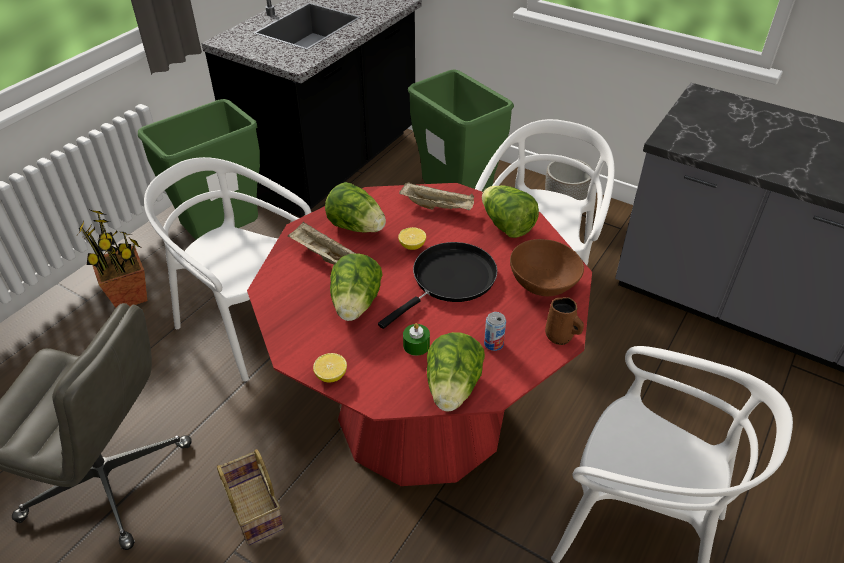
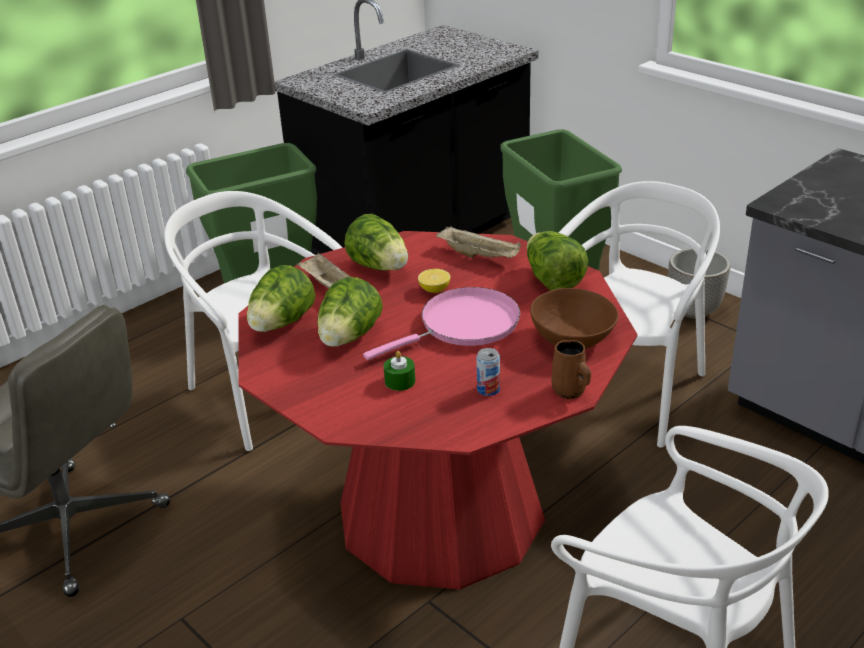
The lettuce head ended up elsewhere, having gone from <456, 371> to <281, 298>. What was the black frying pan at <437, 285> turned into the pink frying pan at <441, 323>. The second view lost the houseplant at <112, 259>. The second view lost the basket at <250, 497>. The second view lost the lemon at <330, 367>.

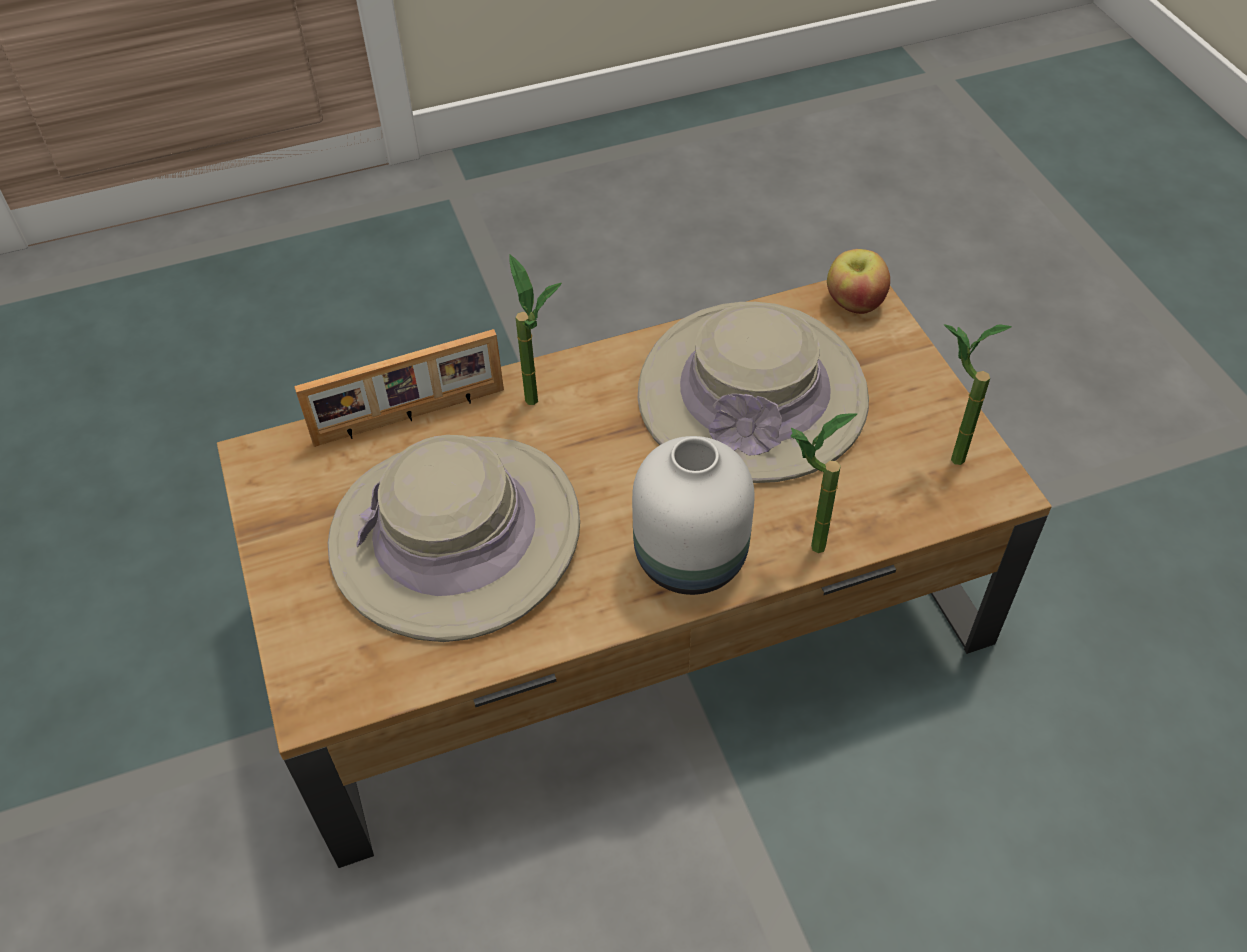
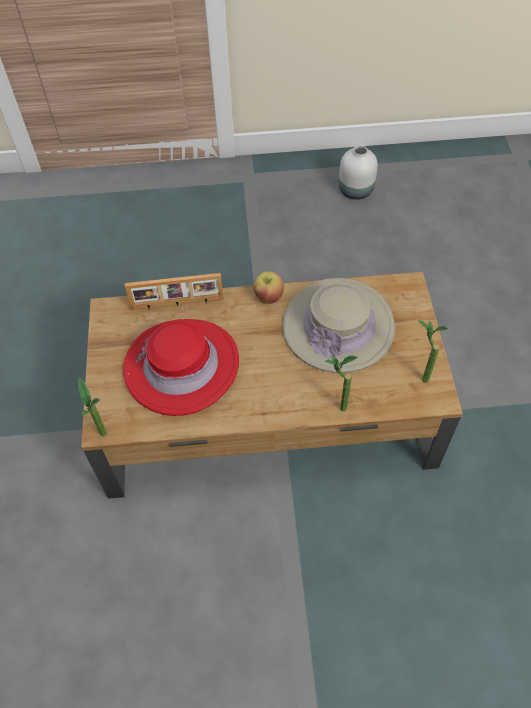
The houseplant ended up elsewhere, having gone from <535, 329> to <92, 407>. What was the beige-coloured clothing hat at <454, 538> turned into the red clothing hat at <181, 367>. The apple fruit ended up elsewhere, having gone from <858, 281> to <268, 287>. The white-coloured flower vase ended up elsewhere, having gone from <693, 515> to <358, 173>.

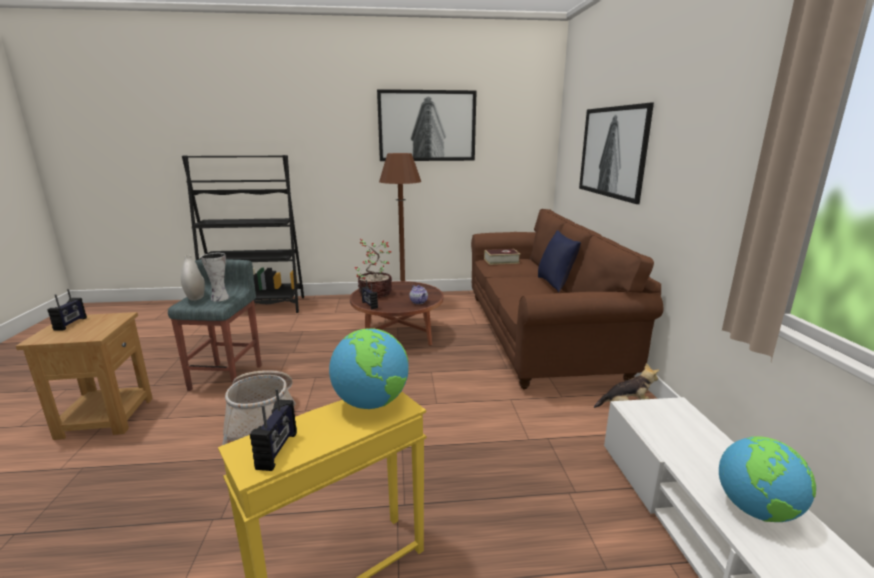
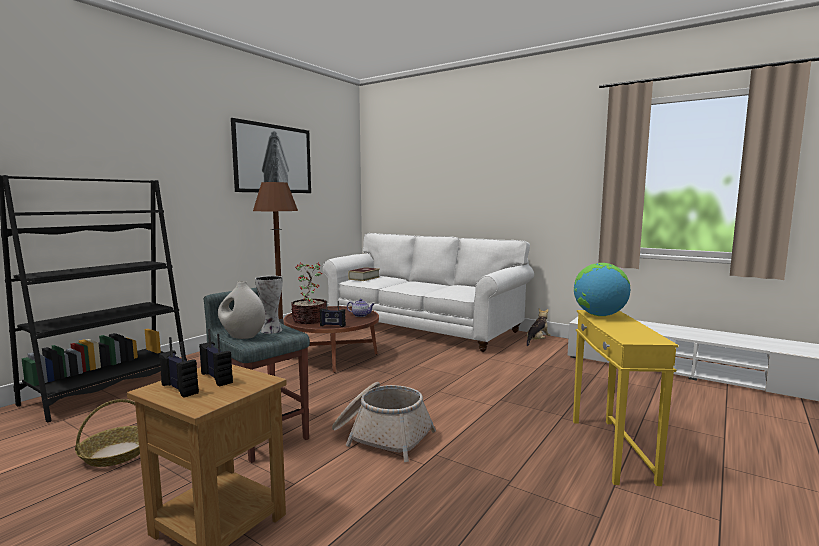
The second view gained the basket at <107, 433>. The radio receiver ended up elsewhere, having gone from <273, 430> to <216, 357>. What was the brown sofa at <567, 299> turned into the white-coloured sofa at <428, 292>. The second view lost the bluish pillow at <559, 261>. The second view lost the wall art at <616, 153>. The second view lost the world globe at <767, 479>.

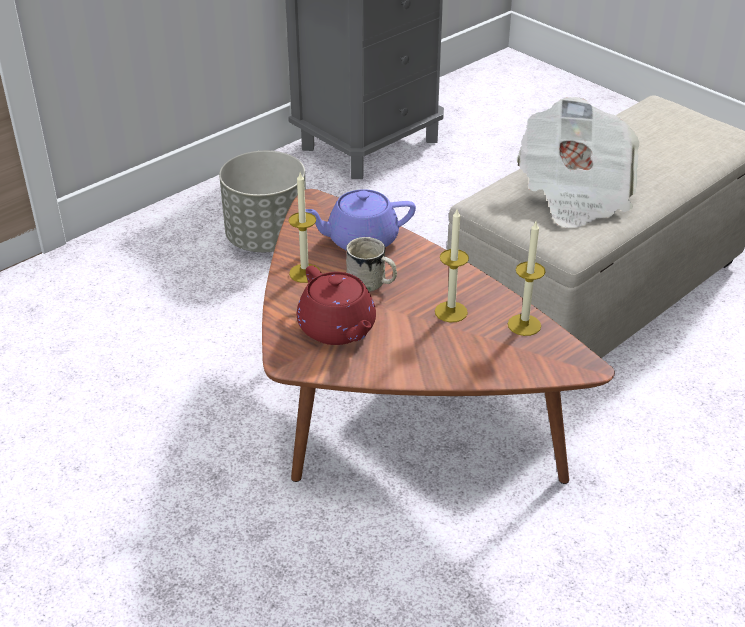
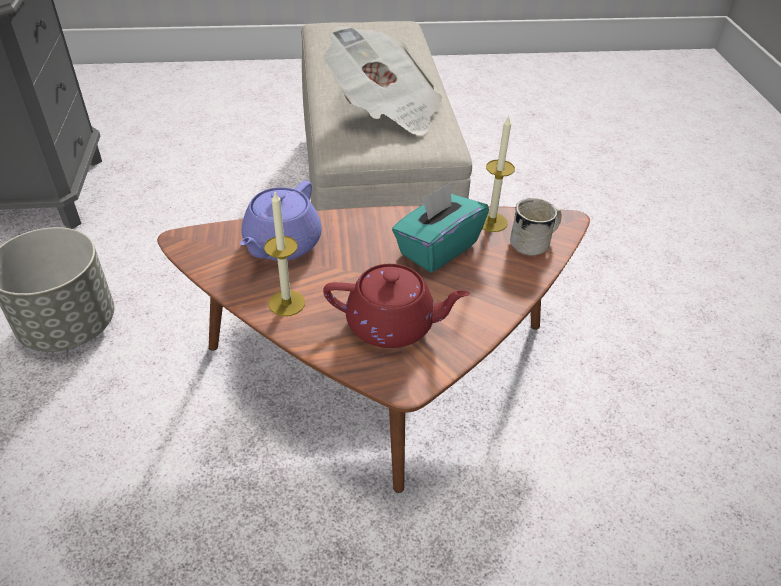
Where the wax candle stood at <452, 265>, the blue-green tissue box came to stand at <440, 228>. The white-coloured tea mug ended up elsewhere, having gone from <371, 264> to <536, 227>.

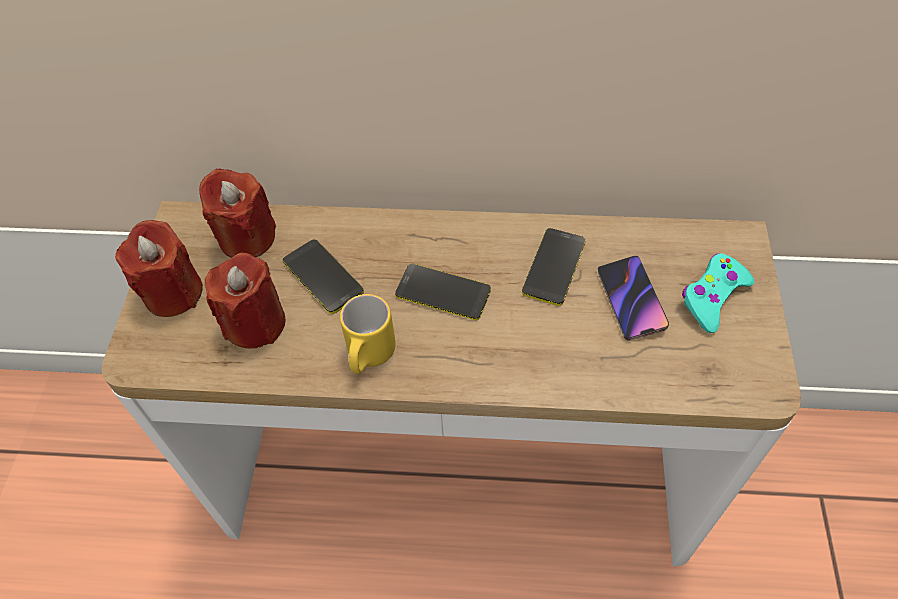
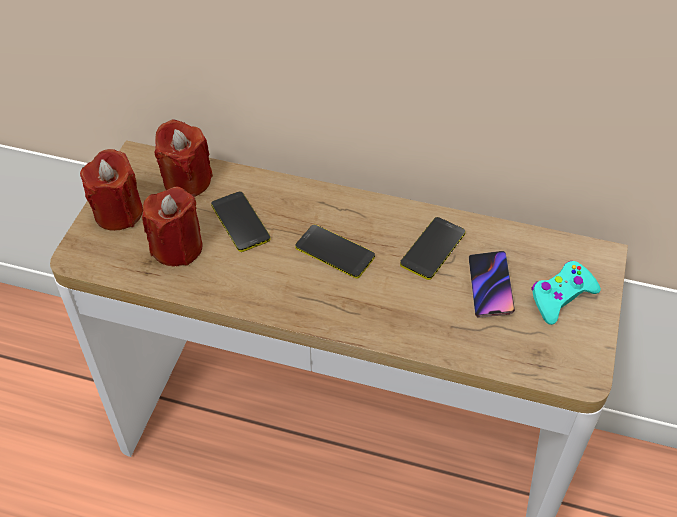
The second view lost the yellow tea mug at <368, 334>.

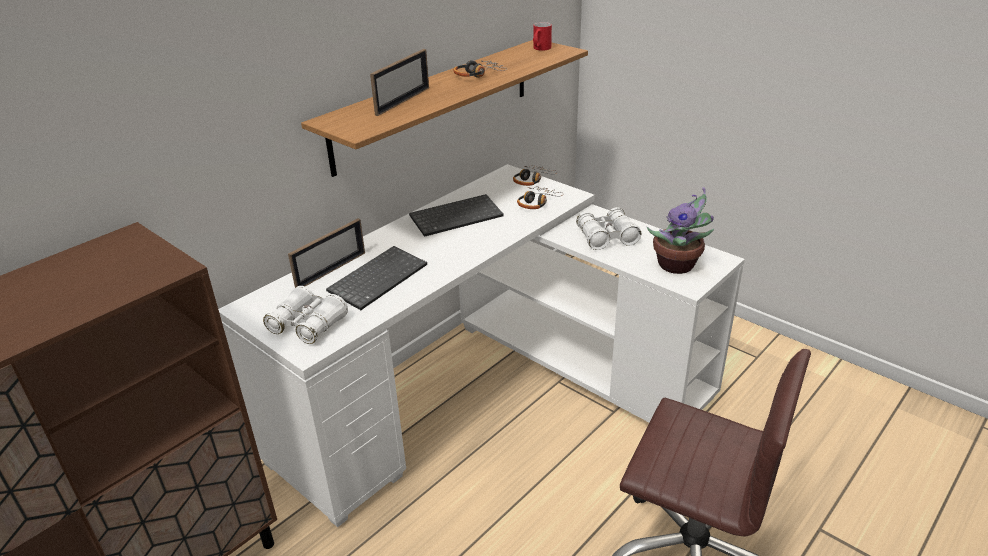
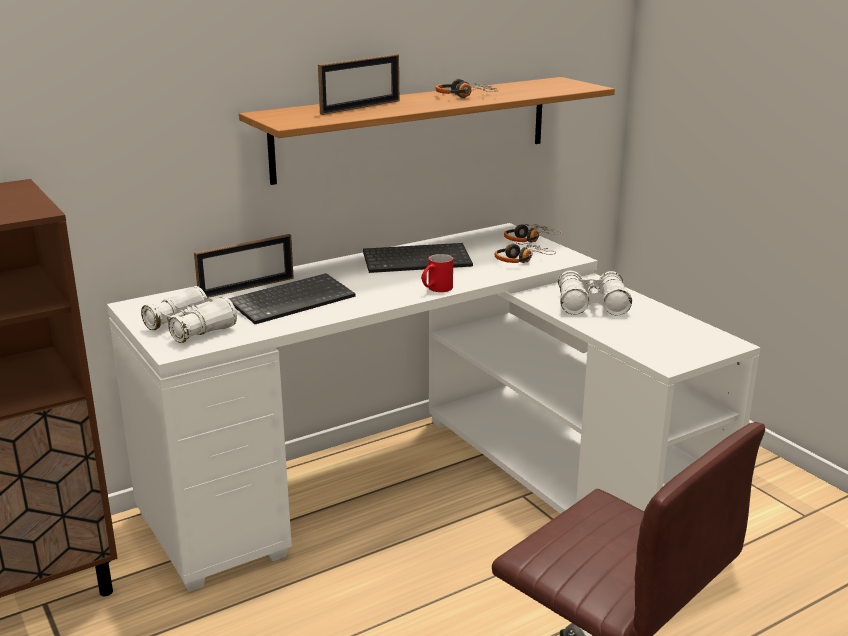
The red tea mug ended up elsewhere, having gone from <542, 36> to <437, 273>. The second view lost the houseplant at <680, 230>.

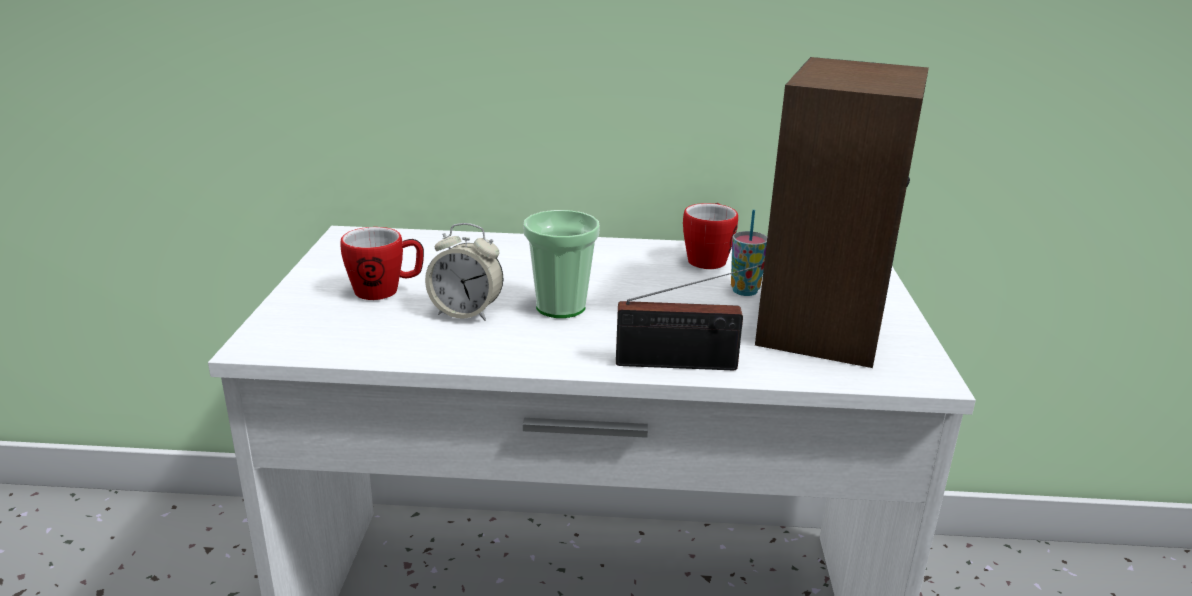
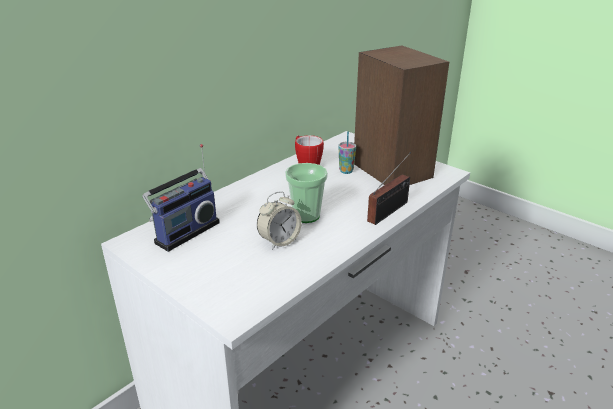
The second view gained the radio receiver at <181, 198>. The second view lost the tea mug at <382, 263>.

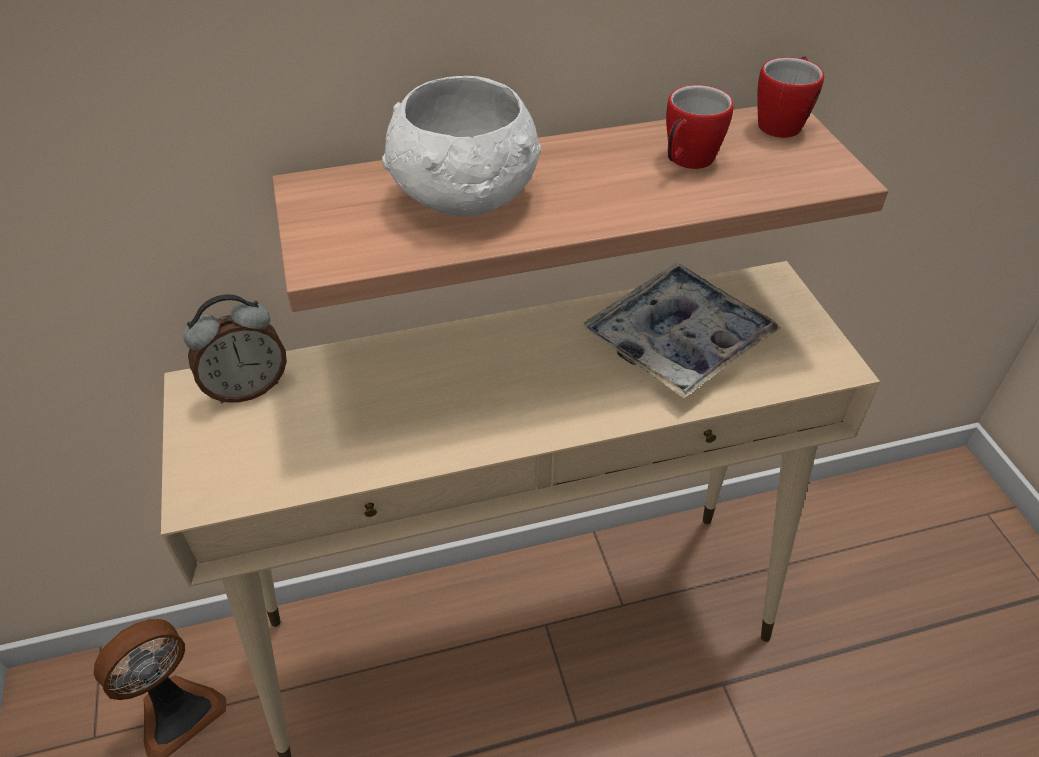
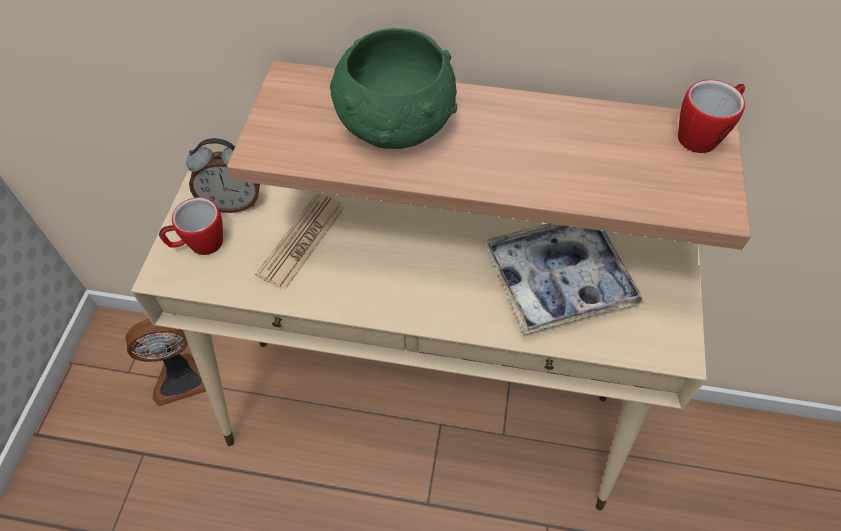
The tea mug ended up elsewhere, having gone from <700, 127> to <191, 226>. The second view gained the printed paper at <299, 241>. What was the white-coloured bowl at <461, 146> turned into the green-coloured bowl at <393, 88>.

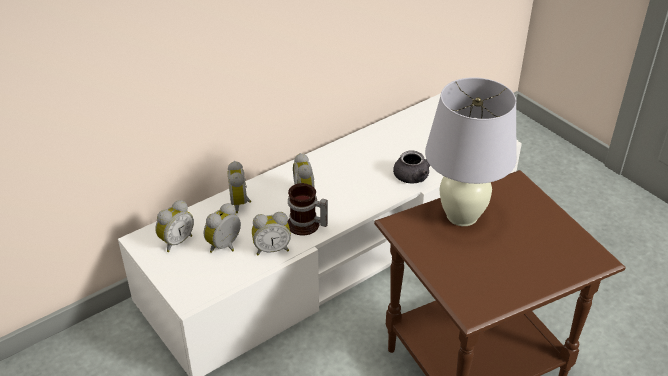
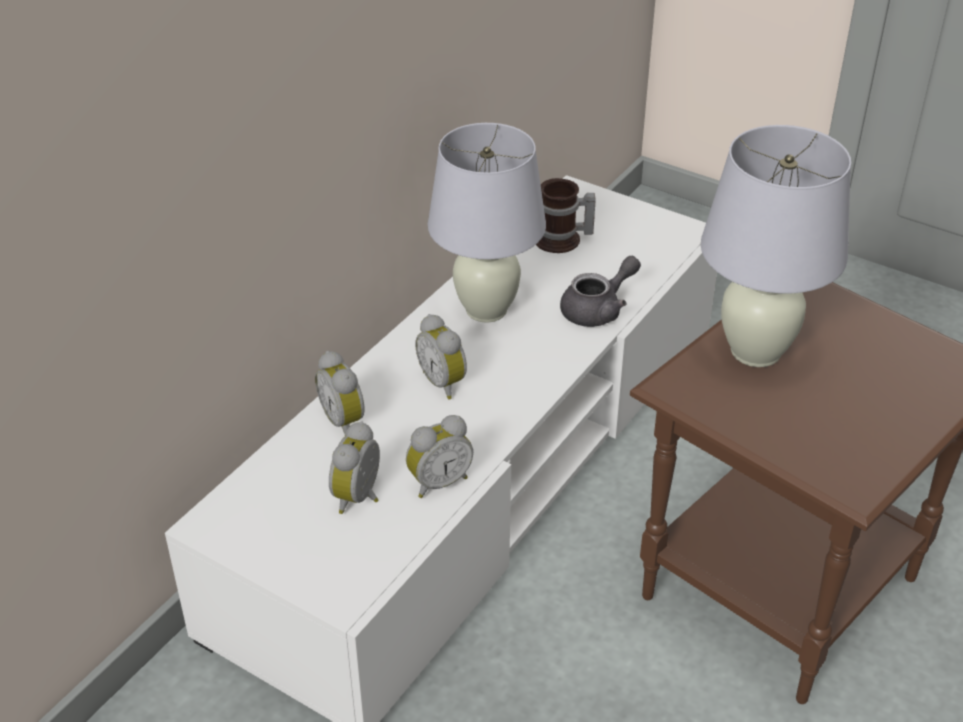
The second view gained the white-coloured table lamp at <487, 223>. The tea mug ended up elsewhere, having gone from <308, 209> to <566, 215>. The second view lost the table clock at <174, 226>.

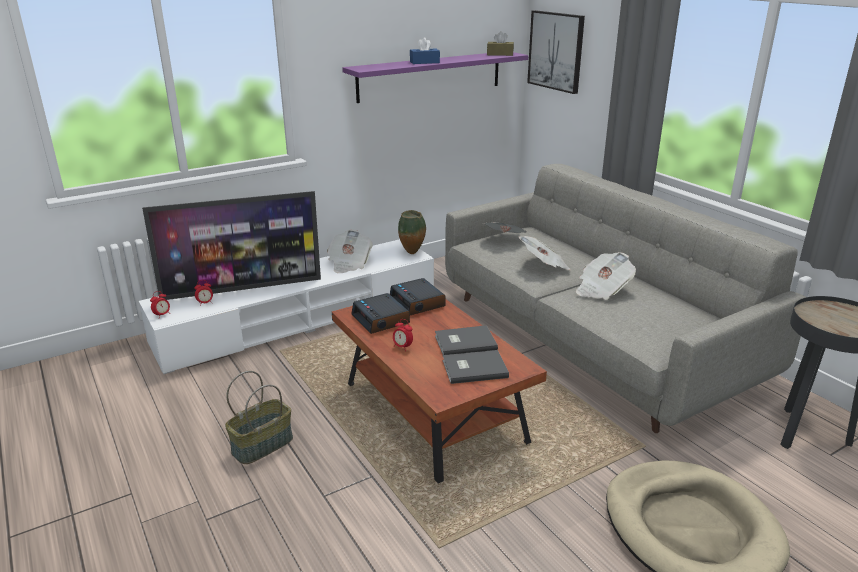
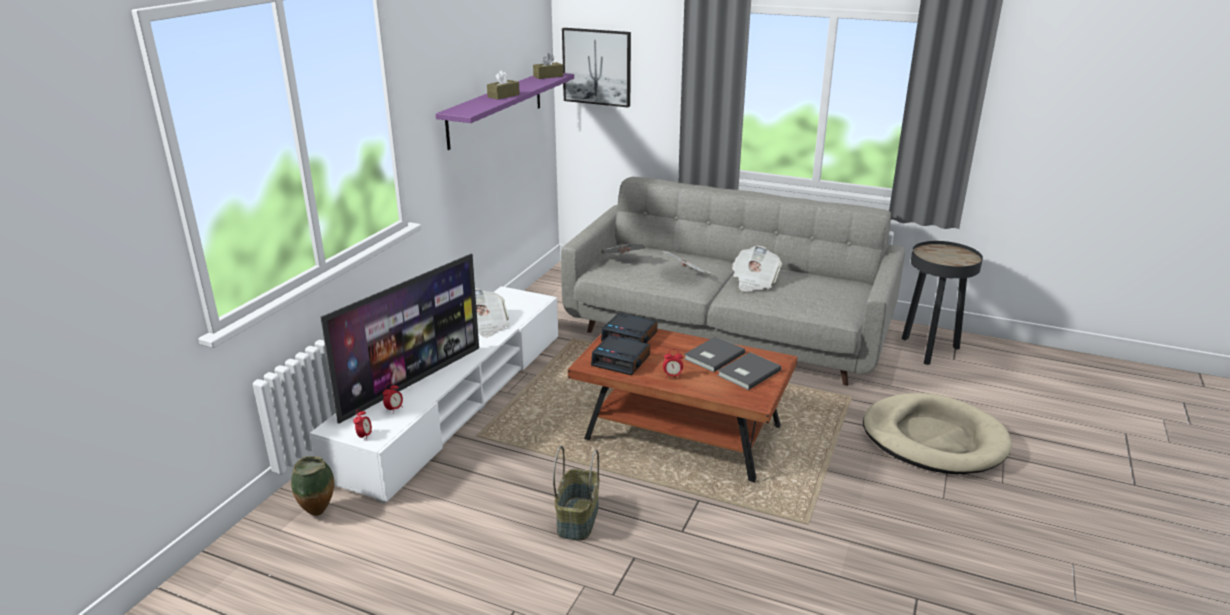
The flower vase ended up elsewhere, having gone from <412, 232> to <312, 486>. What was the bluish tissue box at <425, 50> turned into the brown tissue box at <503, 85>.

